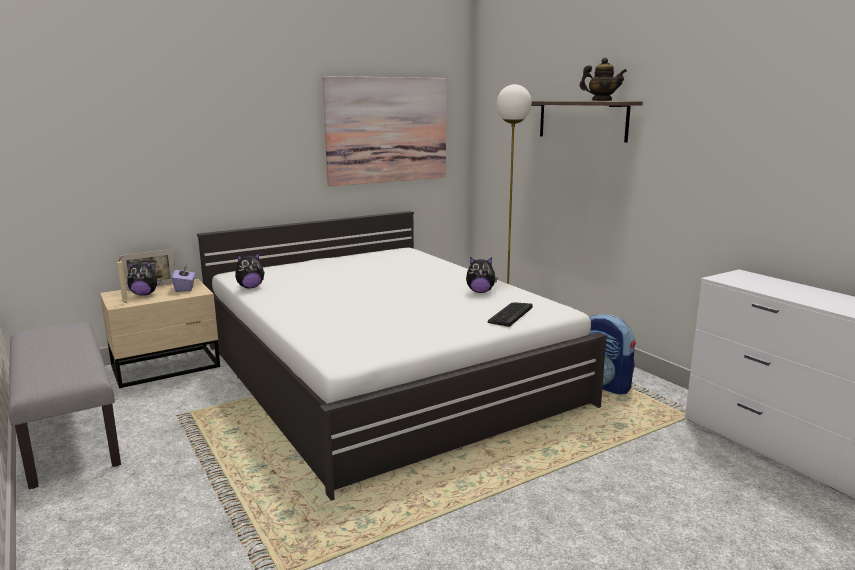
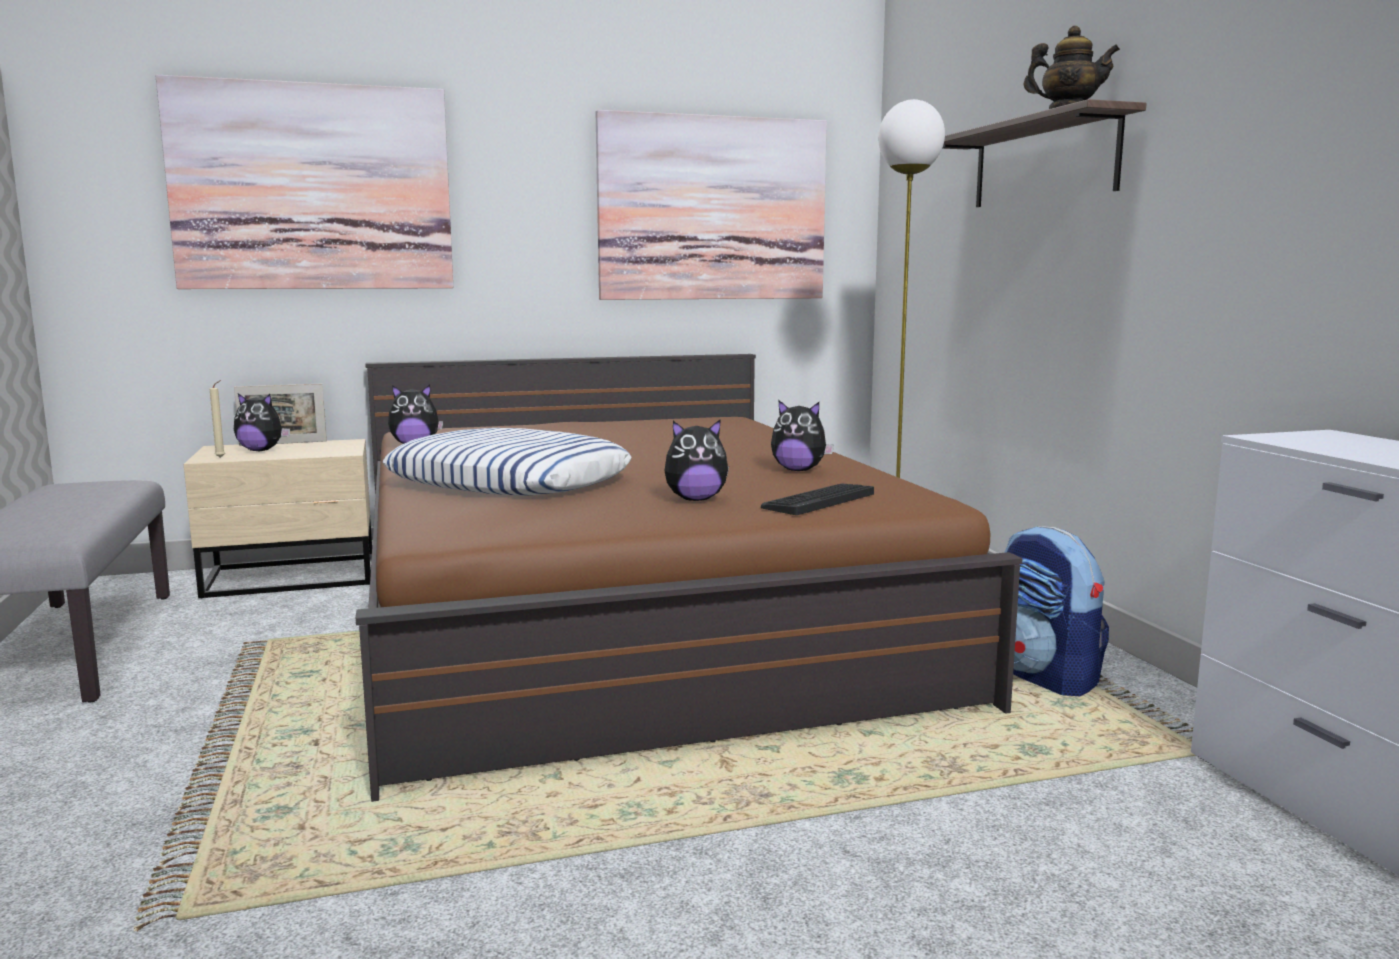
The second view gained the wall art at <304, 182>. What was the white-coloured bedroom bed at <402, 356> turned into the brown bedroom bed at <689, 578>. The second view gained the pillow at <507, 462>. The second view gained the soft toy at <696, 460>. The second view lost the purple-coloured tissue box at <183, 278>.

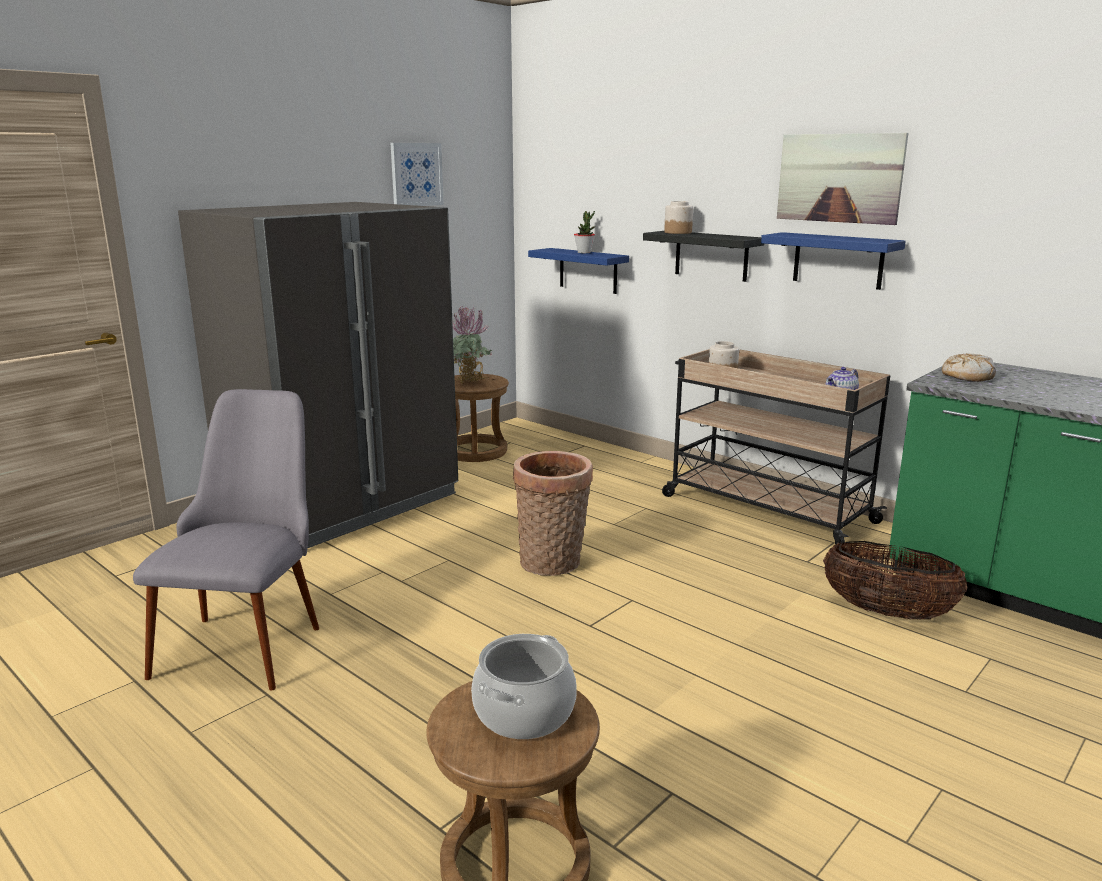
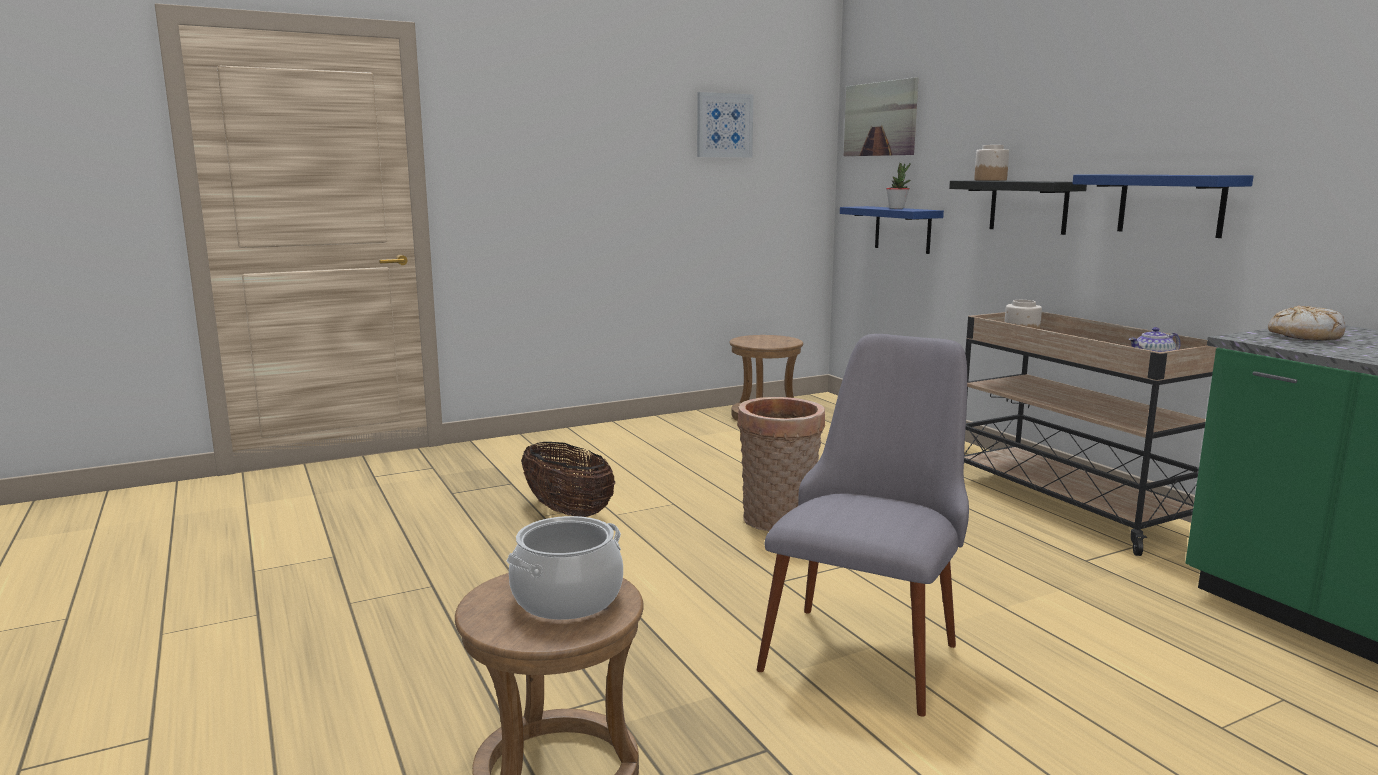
The basket ended up elsewhere, having gone from <895, 580> to <568, 479>. The greyish plain chair ended up elsewhere, having gone from <226, 540> to <863, 525>. The wall art ended up elsewhere, having gone from <842, 179> to <881, 116>. The second view lost the greyish refrigerator at <318, 375>. The second view lost the houseplant at <473, 345>.

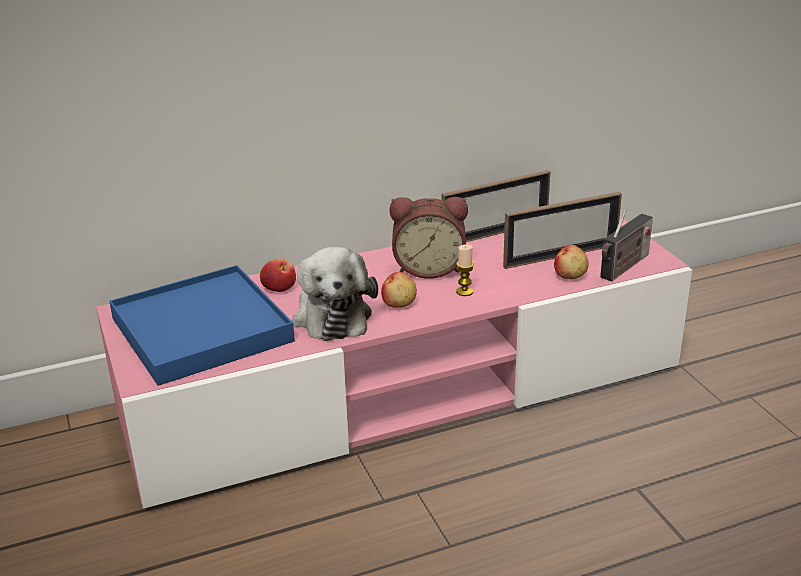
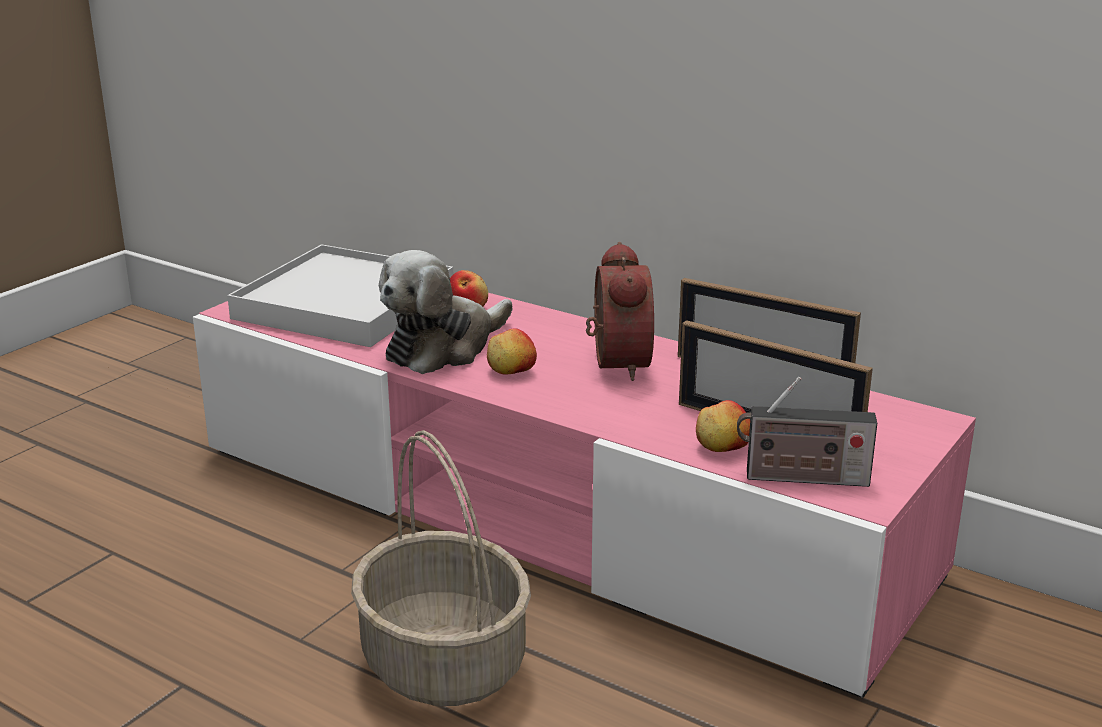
What was the bluish carrying tray at <202, 325> turned into the white-coloured carrying tray at <340, 296>. The second view gained the basket at <441, 568>. The table clock at <429, 238> ended up facing another way, 150 degrees counterclockwise from before. The second view lost the wax candle at <465, 270>.

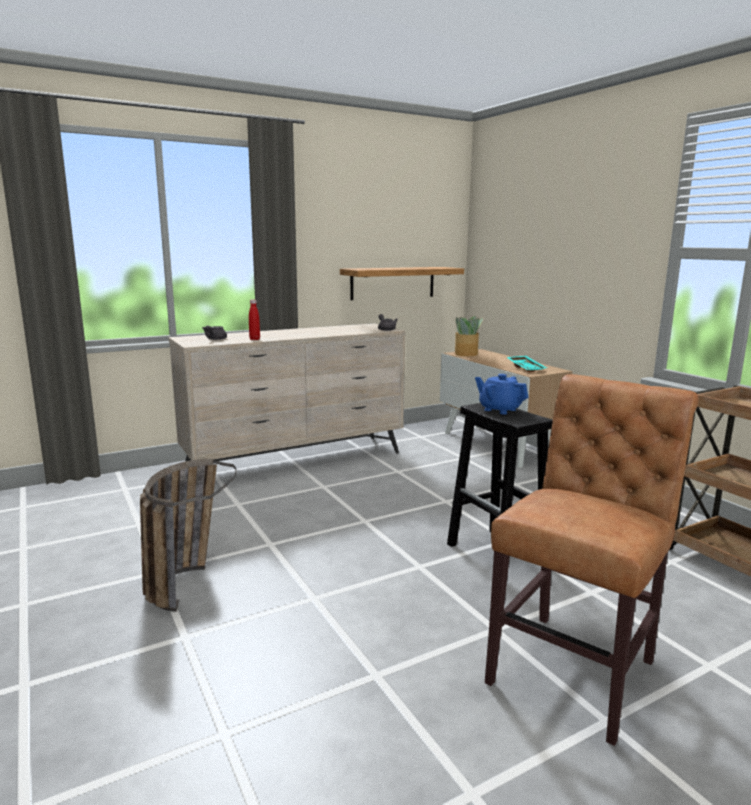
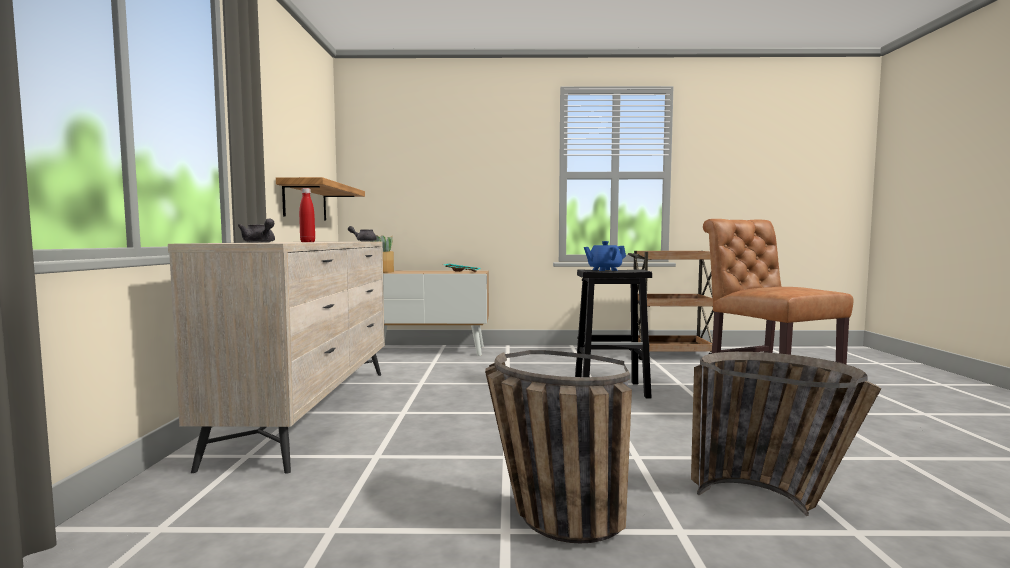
The second view gained the basket at <786, 434>.

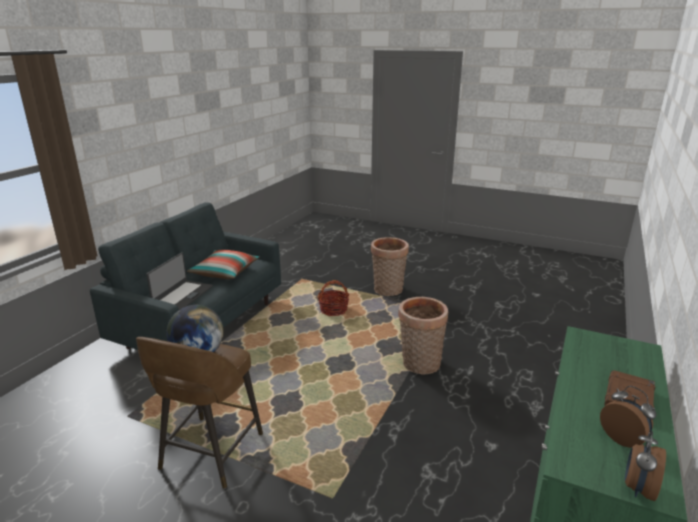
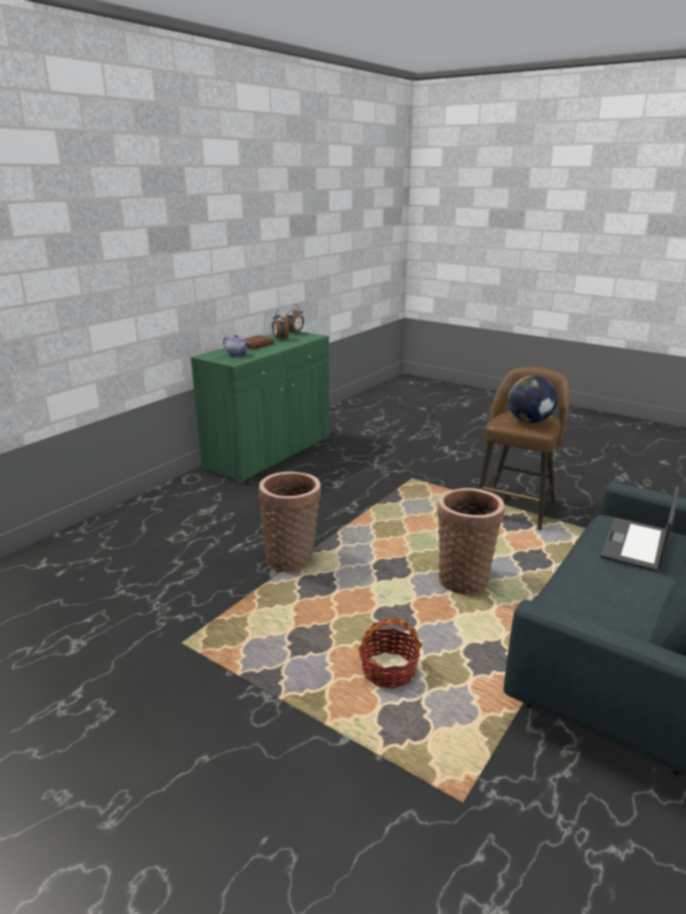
The second view gained the tea pot at <236, 346>. The basket ended up elsewhere, having gone from <390, 266> to <471, 541>. The second view lost the pillow at <223, 264>.

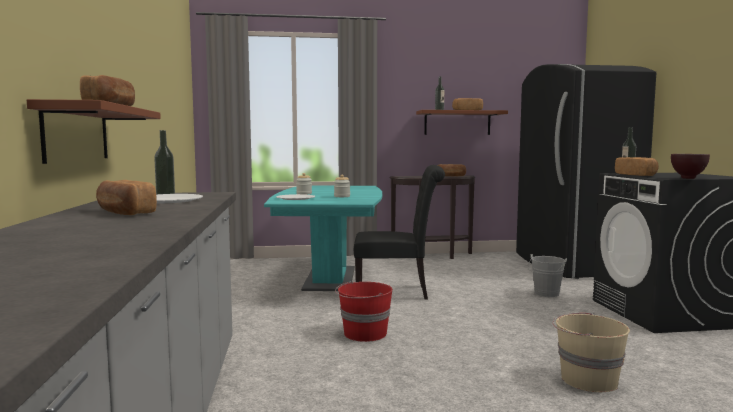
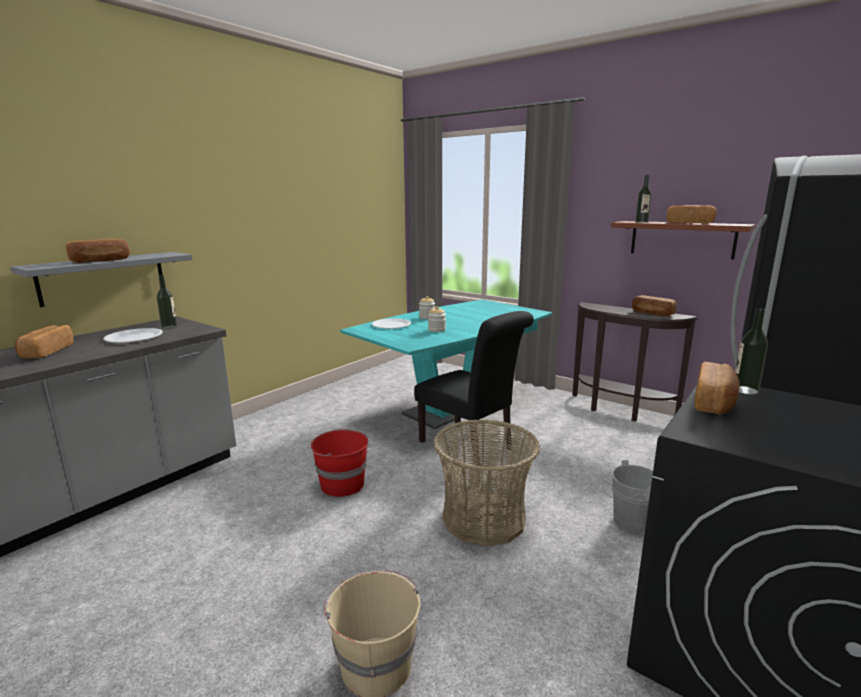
What was the brown bracket shelf at <94, 131> turned into the greyish bracket shelf at <101, 279>. The second view gained the basket at <486, 482>. The second view lost the brown bowl at <690, 166>.

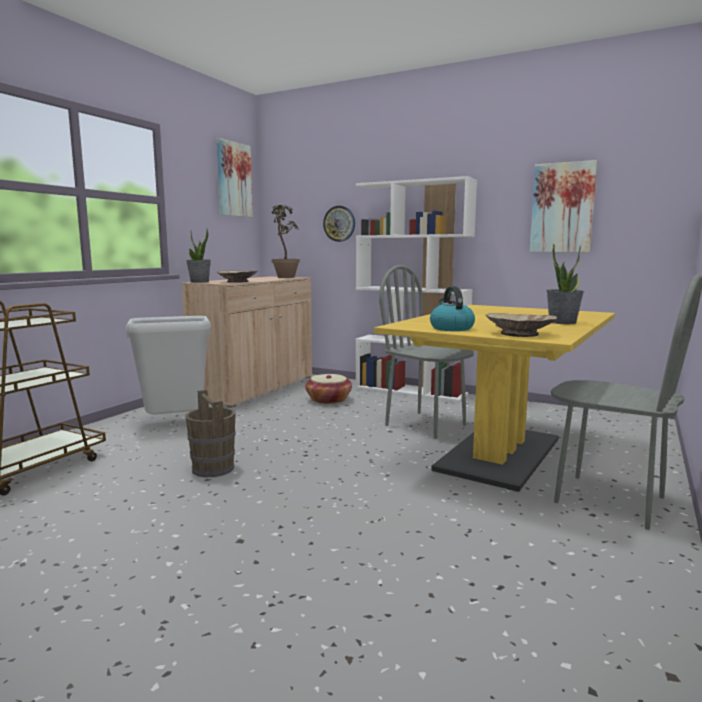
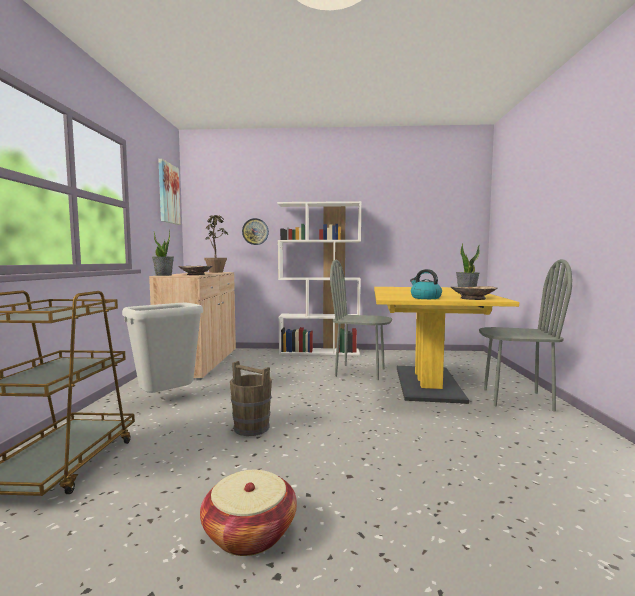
The basket ended up elsewhere, having gone from <328, 389> to <248, 513>. The second view lost the wall art at <563, 206>.

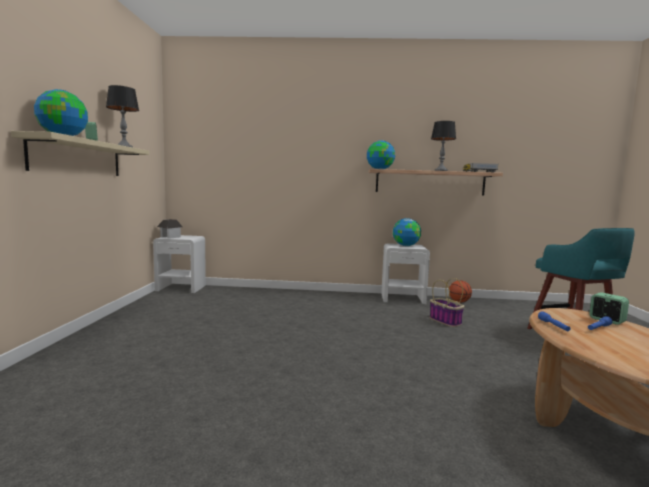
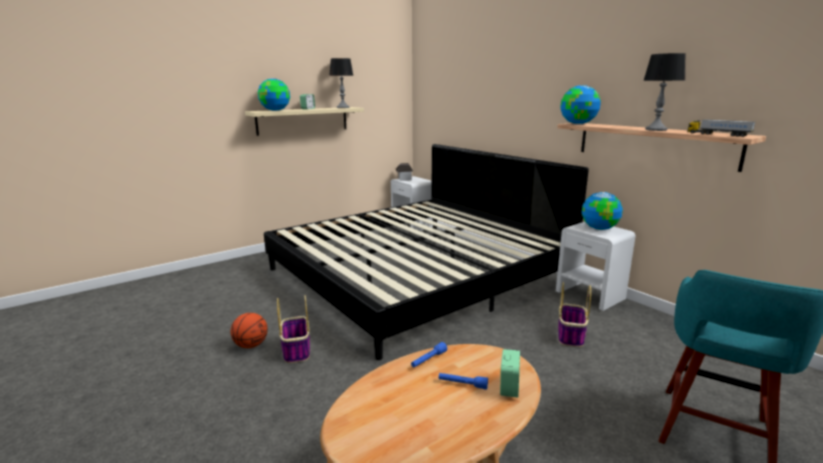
The basketball ball ended up elsewhere, having gone from <460, 291> to <249, 330>. The second view gained the bedroom bed at <426, 252>. The second view gained the basket at <293, 329>.

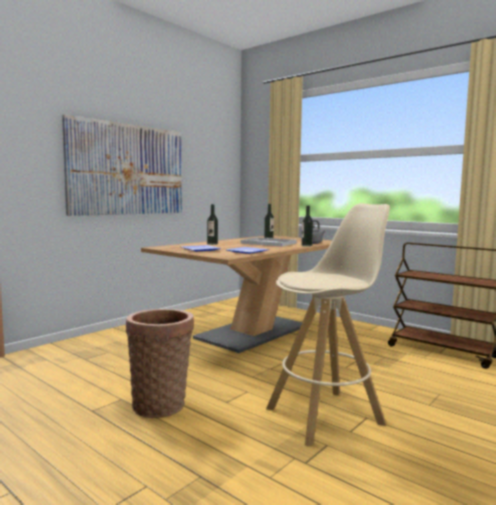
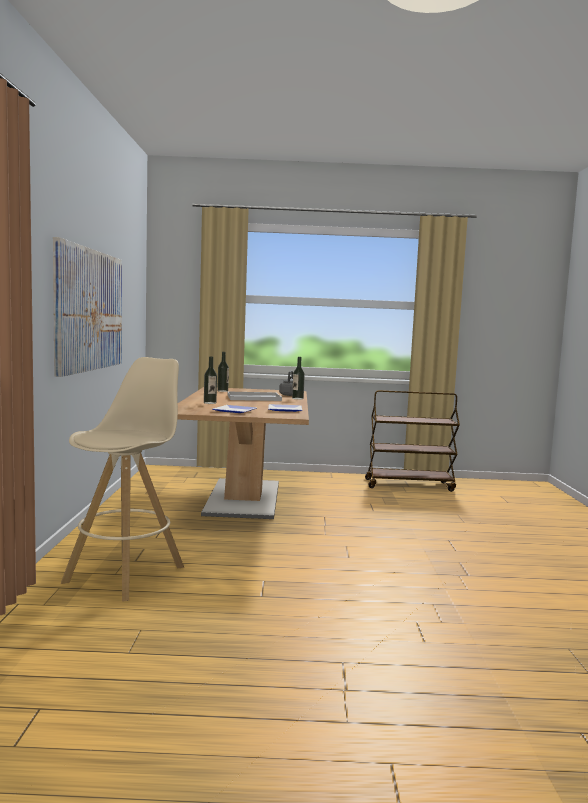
The beige-coloured stool seat ended up elsewhere, having gone from <328, 325> to <122, 479>. The second view lost the basket at <160, 363>.

